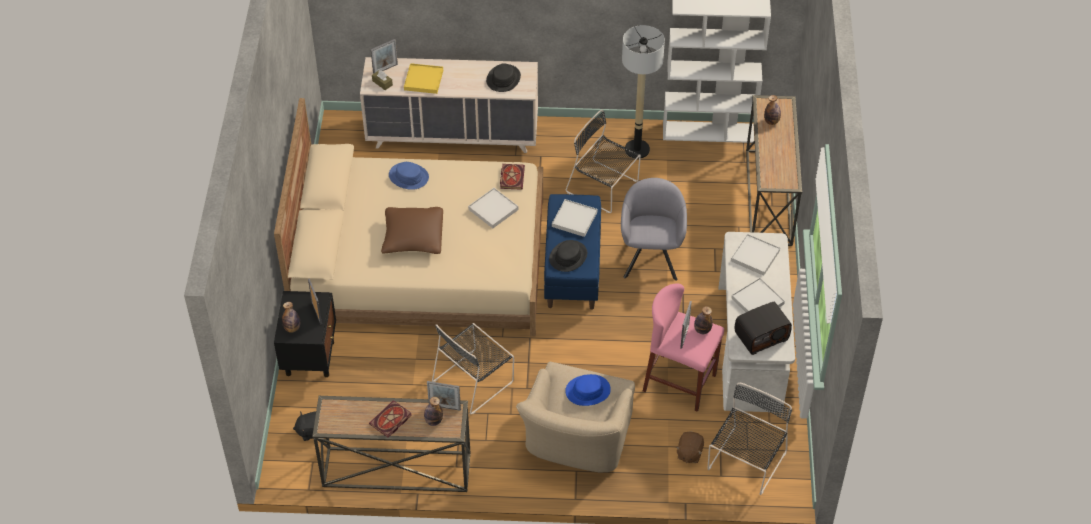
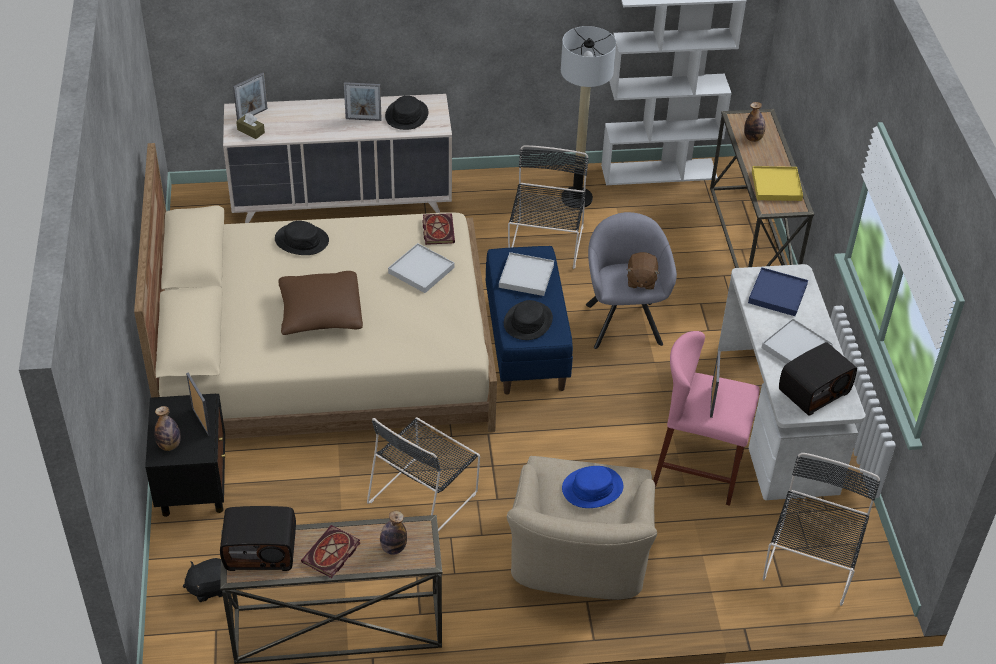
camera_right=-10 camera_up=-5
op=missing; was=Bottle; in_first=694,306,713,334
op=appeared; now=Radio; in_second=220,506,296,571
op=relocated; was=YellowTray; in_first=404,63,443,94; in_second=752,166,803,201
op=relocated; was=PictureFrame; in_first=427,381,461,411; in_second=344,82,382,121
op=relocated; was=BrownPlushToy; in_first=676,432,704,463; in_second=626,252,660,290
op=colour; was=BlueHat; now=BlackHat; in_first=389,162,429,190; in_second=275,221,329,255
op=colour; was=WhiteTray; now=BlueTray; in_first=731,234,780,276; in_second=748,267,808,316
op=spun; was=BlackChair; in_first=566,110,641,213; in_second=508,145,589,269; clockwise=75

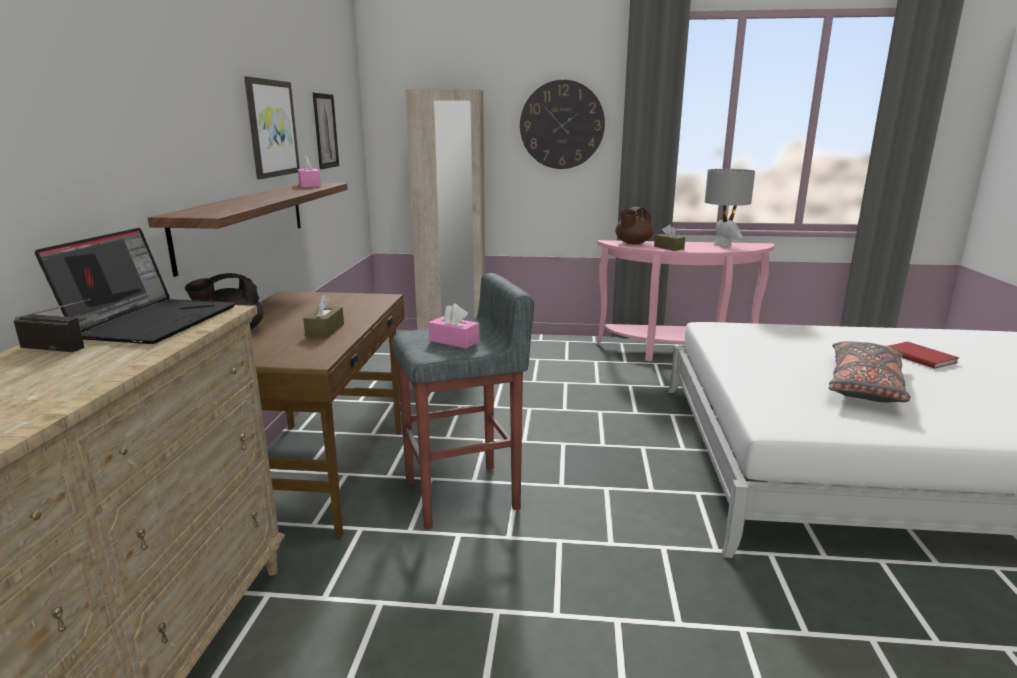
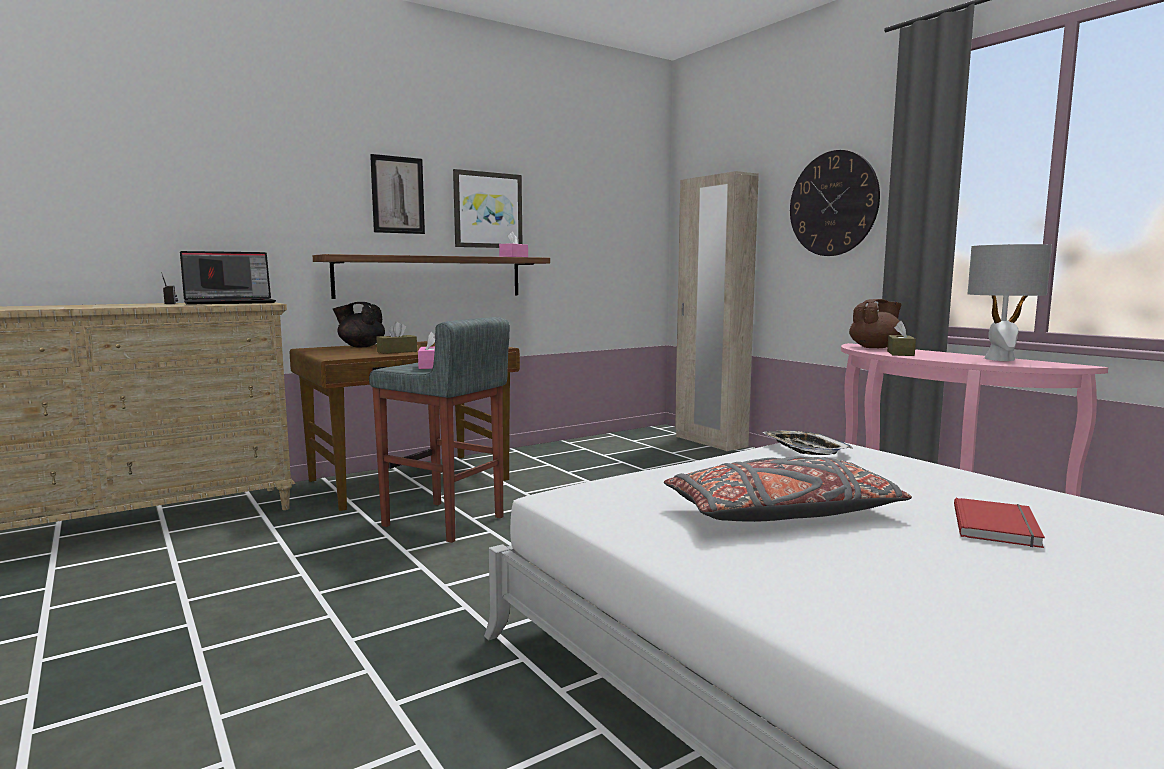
camera_right=50 camera_up=-10
op=appeared; now=Tray; in_second=763,431,853,455
op=relocated; was=Picture; in_first=313,93,339,169; in_second=370,154,425,234
op=spun; was=BrownTeapot; in_first=615,207,653,244; in_second=849,299,902,348; clockwise=150

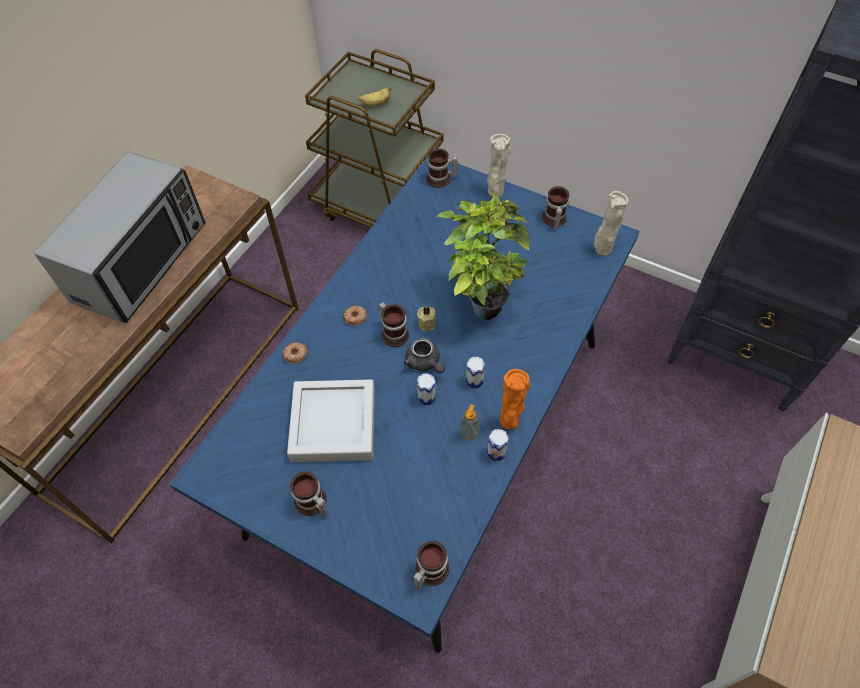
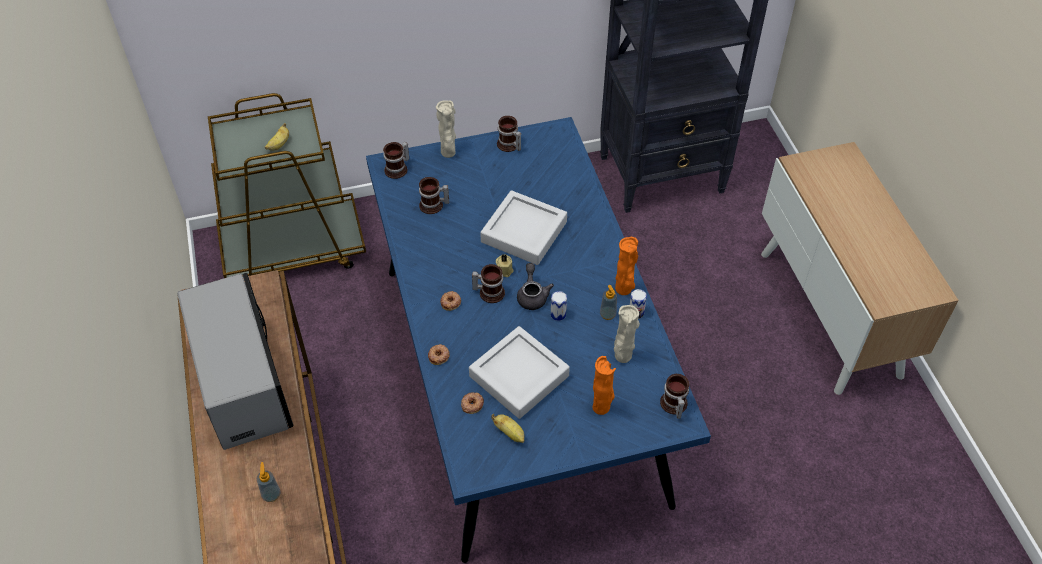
camera_right=-45 camera_up=-5
op=missing; was=Can; in_first=466,356,485,389
op=appeared; now=SoapDispenser; in_second=257,462,281,502
op=appeared; now=Donut; in_second=461,392,484,414
op=appeared; now=Banana; in_second=491,414,525,443
op=appeared; now=OrangeVase; in_second=593,356,616,415
op=relocated; was=Mug; in_first=290,472,328,516; in_second=419,177,449,214
op=relocated; was=BeigeVase; in_first=594,191,628,256; in_second=614,305,640,363
op=exchanged; was=PottedPlant; now=GreyTray; in_first=437,192,530,320; in_second=480,190,567,265
op=spun; was=GreyTeapot; in_first=404,338,445,373; in_second=517,263,554,310; clockwise=-105

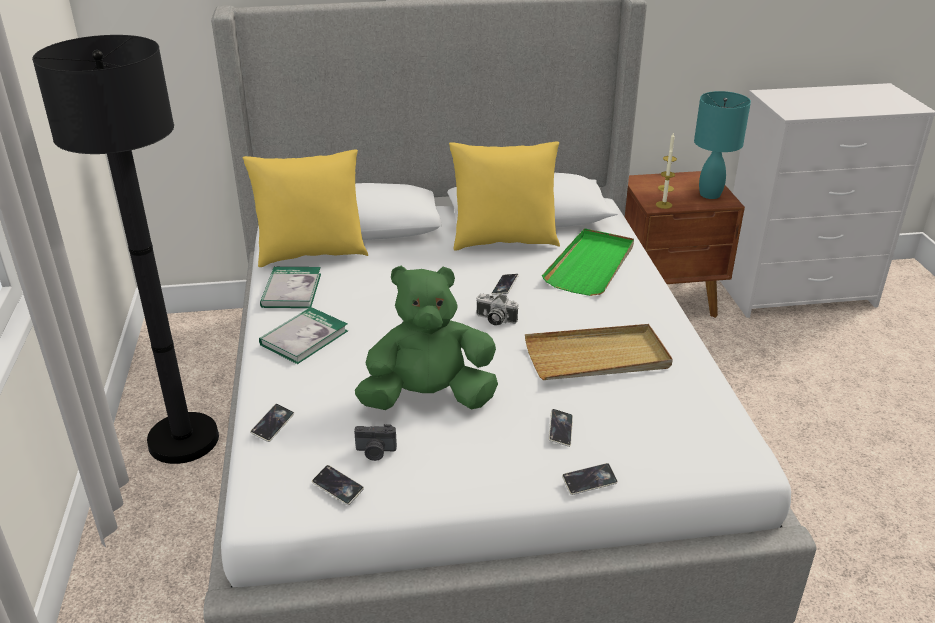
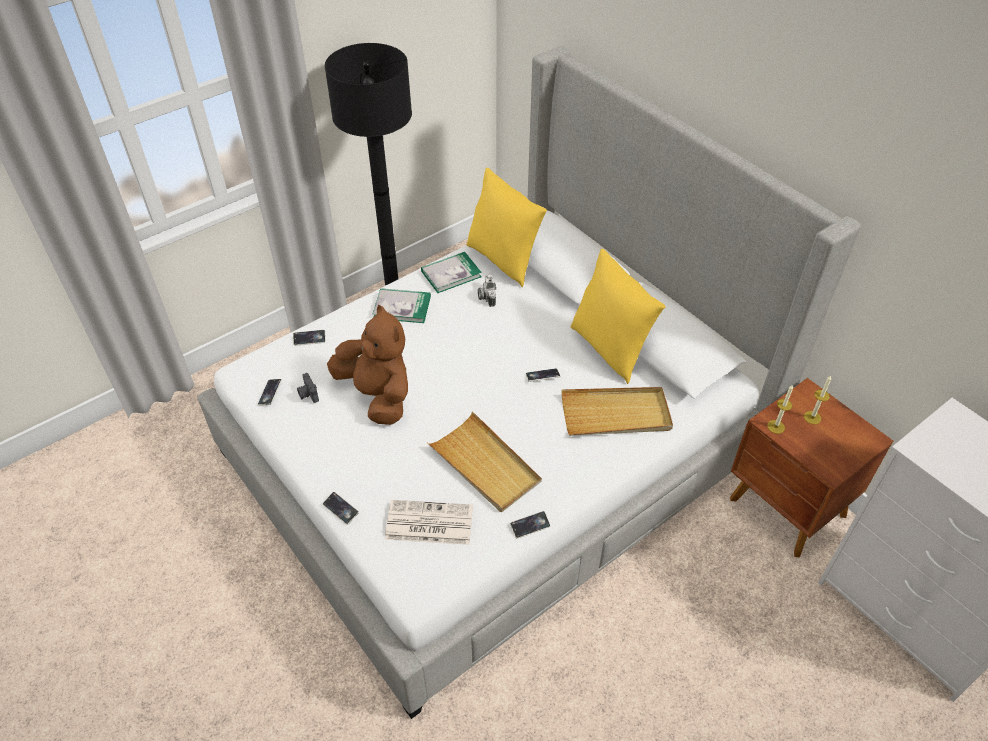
camera_right=60 camera_up=15
op=missing; was=TurquoiseTableLamp; in_first=694,91,751,199
op=appeared; now=Newspaper; in_second=385,500,473,545
op=relocated; was=PhotoCamera; in_first=476,294,518,326; in_second=478,274,496,307
op=relocated; was=Phone; in_first=548,409,573,447; in_second=510,511,551,539
op=colour; was=GreenPlushToy; now=BrownPlushToy; in_first=355,266,498,410; in_second=327,305,408,425
op=colour; was=GreenTray; now=BeigeTray; in_first=542,228,634,296; in_second=561,387,673,436

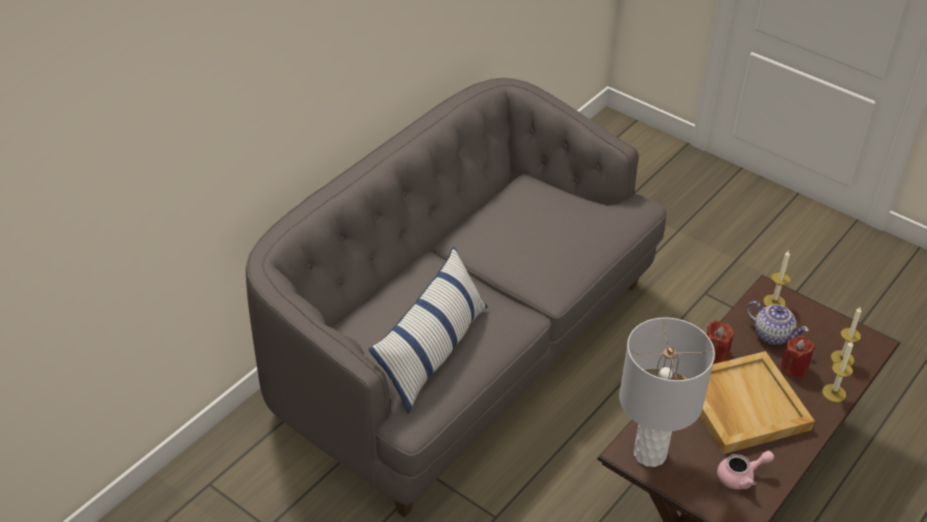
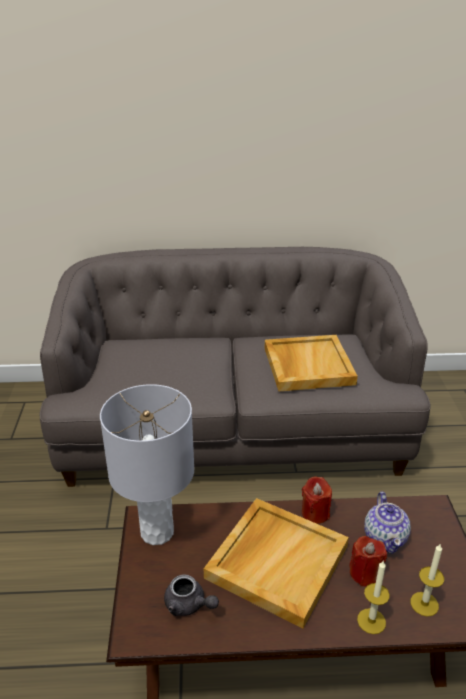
camera_right=50 camera_up=-10
op=missing; was=Pillow; in_first=368,246,488,414
op=missing; was=Candle; in_first=763,250,791,306
op=appeared; now=BeigeTray; in_second=265,335,358,391
op=colour; was=PinkTeapot; now=GreyTeapot; in_first=717,451,774,490; in_second=164,574,219,616

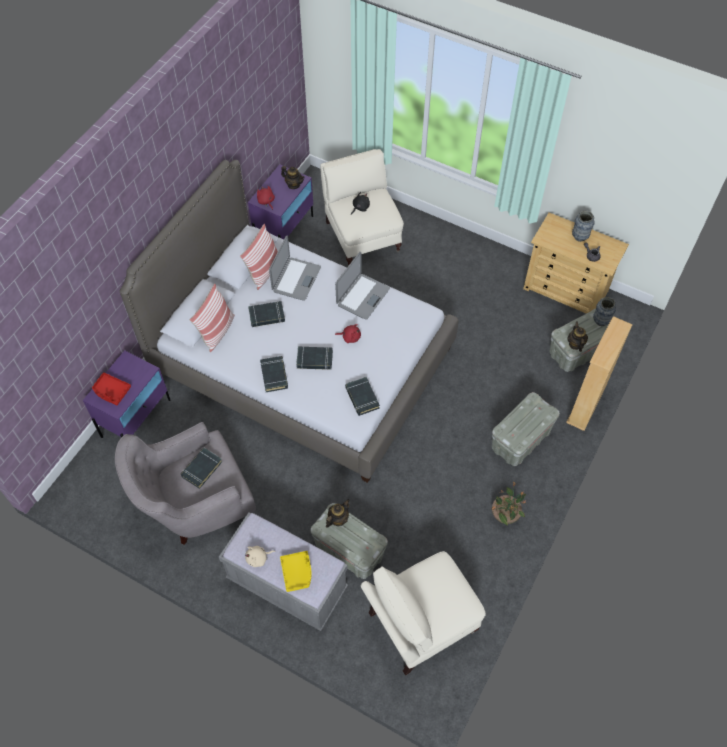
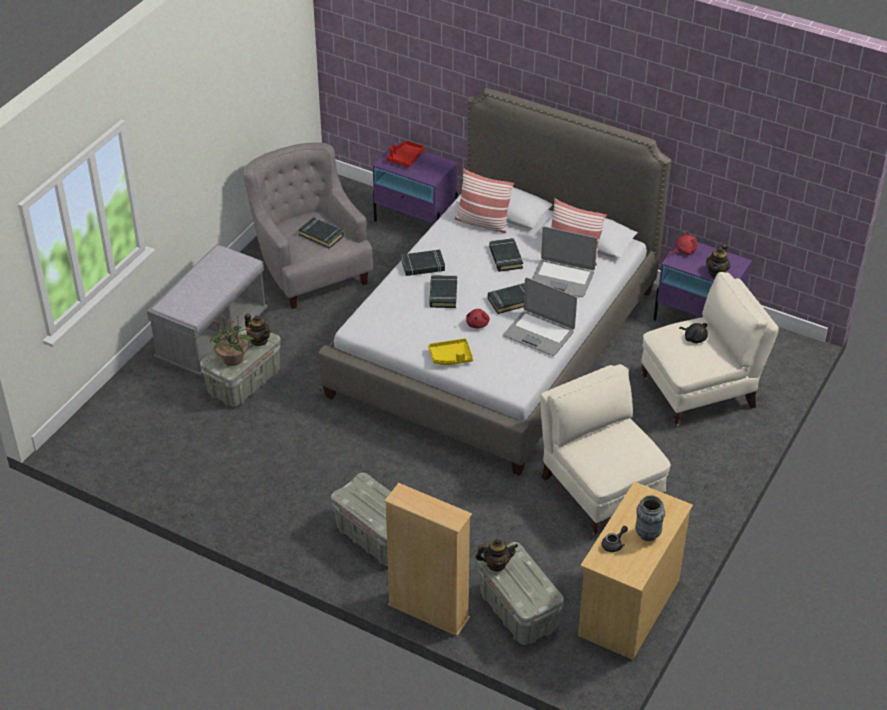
camera_right=90 camera_up=-15
op=missing; was=BeigePlushToy; in_first=245,546,275,567
op=missing; was=Vase; in_first=593,297,616,326
op=relocated; was=YellowTray; in_first=280,551,311,592; in_second=428,338,473,365
op=relocated; was=BlackBook; in_first=345,377,380,416; in_second=488,283,525,314
op=relocated; was=BeigeArmchair; in_first=361,551,486,676; in_second=540,364,671,536
op=relocated; was=PottedPlant; in_first=492,481,526,525; in_second=210,314,253,366

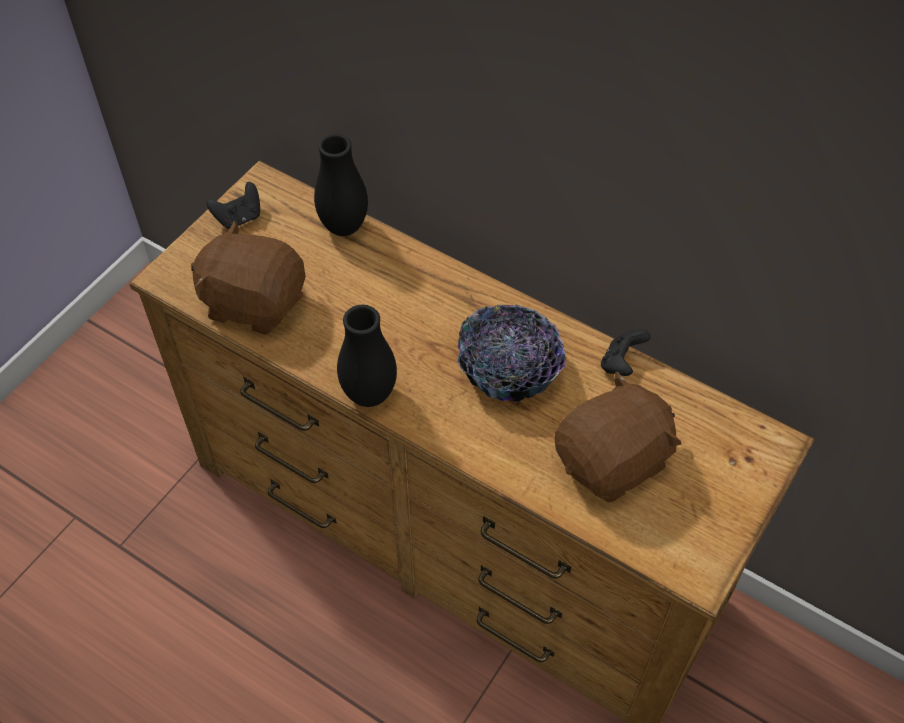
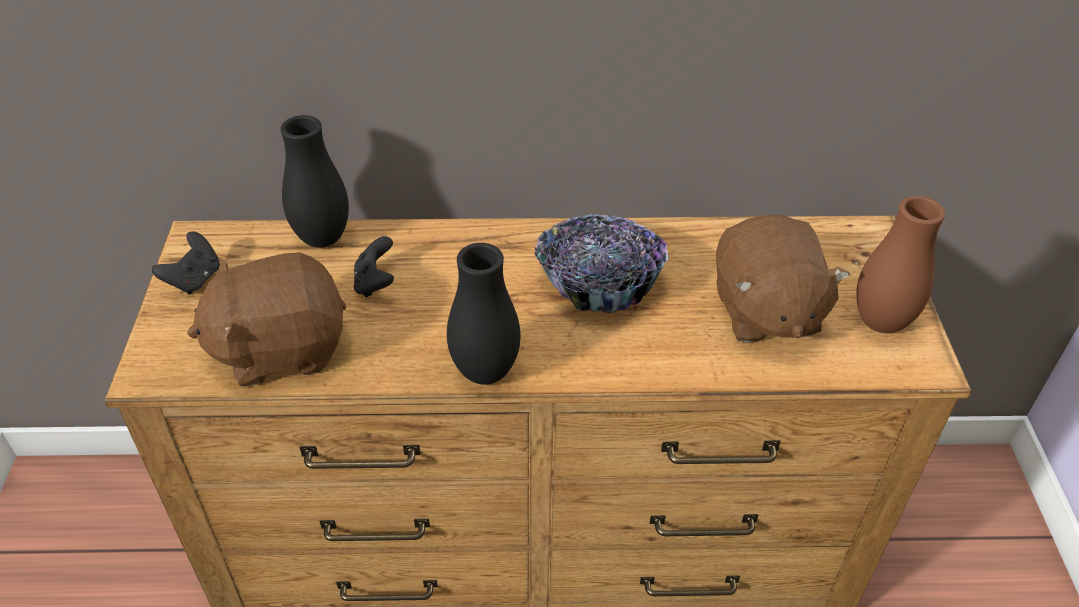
camera_right=-35 camera_up=-10
op=appeared; now=BrownVase; in_second=856,196,945,333
op=relocated; was=BlackGameController; in_first=601,329,651,376; in_second=354,236,394,297
op=spun; was=BrownPlushToy; in_first=554,372,681,502; in_second=716,215,850,343; clockwise=150

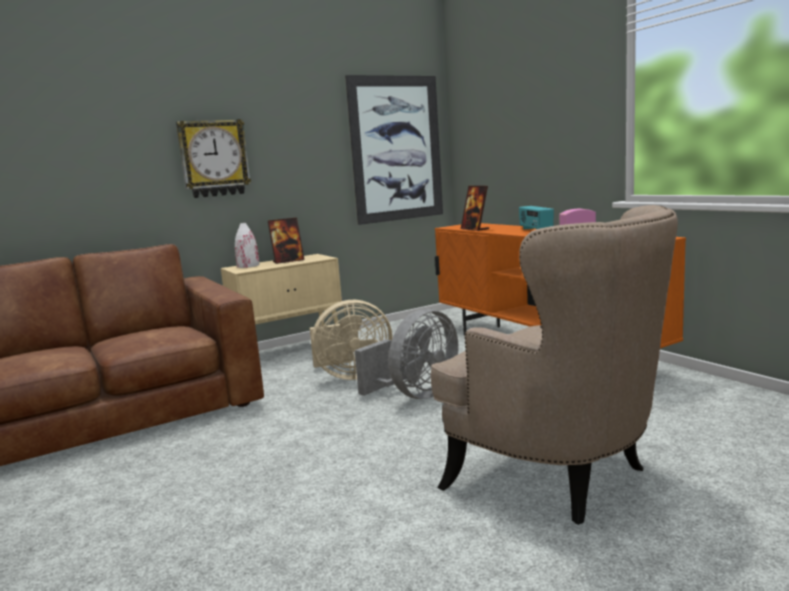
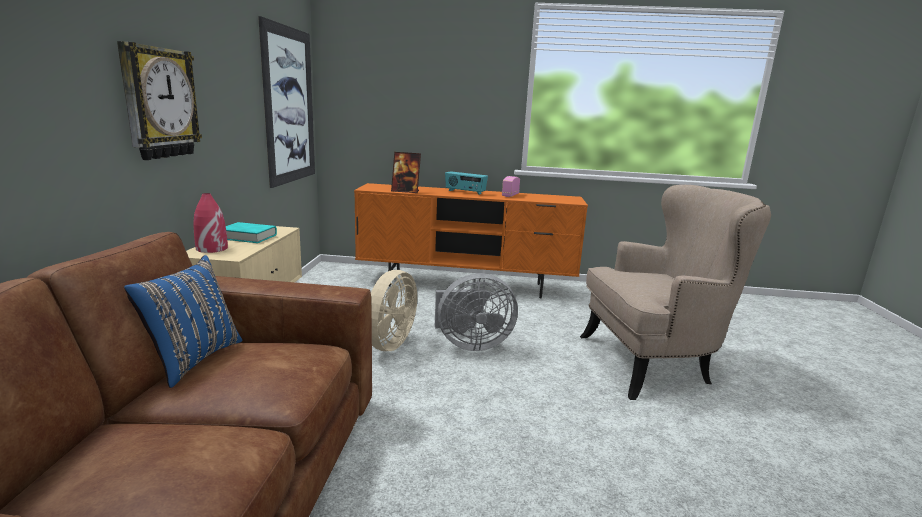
camera_right=-55 camera_up=5
op=appeared; now=BluePillow; in_second=124,255,243,388
op=exchanged; was=PictureFrame; now=TurquoiseBook; in_first=268,218,305,264; in_second=226,222,277,243
op=colour; was=WhiteVase; now=RedVase; in_first=235,223,260,268; in_second=193,193,228,253
op=spun; was=GreyFan; in_first=355,309,458,399; in_second=435,273,518,351; clockwise=90

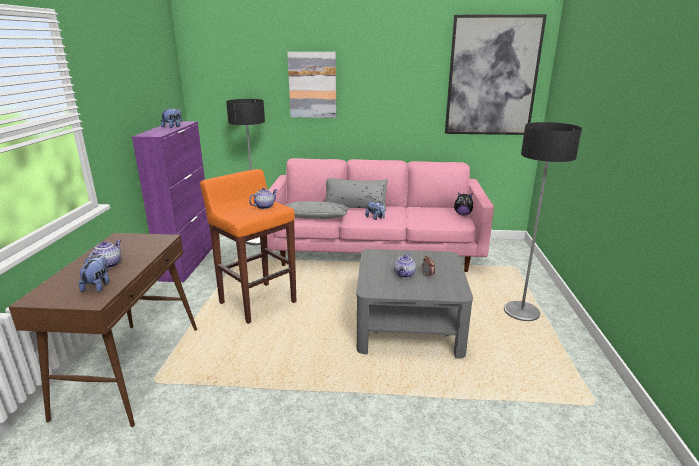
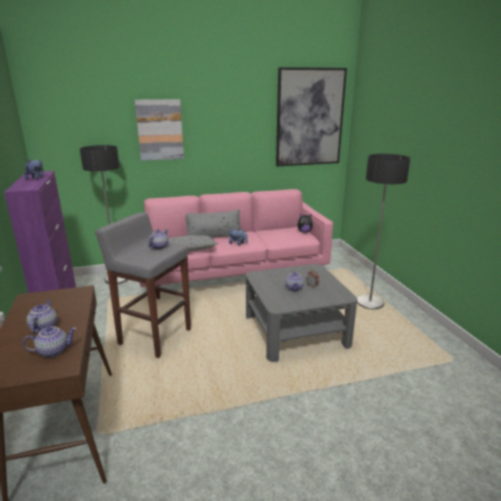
camera_right=-20 camera_up=0
op=exchanged; was=PlushToy; now=Teapot; in_first=79,255,109,292; in_second=23,326,77,358
op=colour; was=OrangeStool; now=GreyStool; in_first=200,169,296,324; in_second=95,213,191,358

